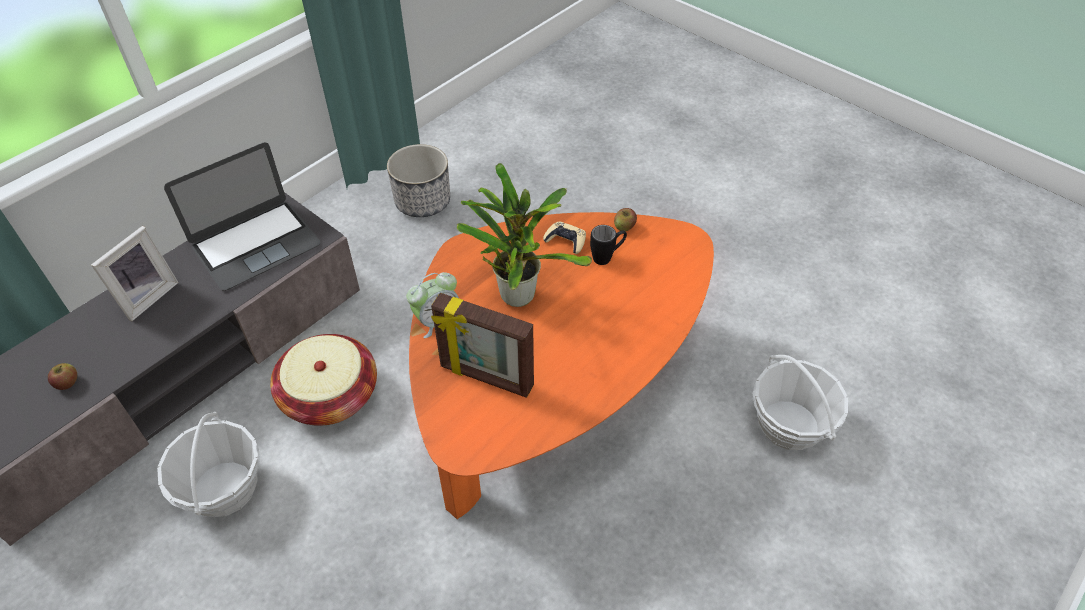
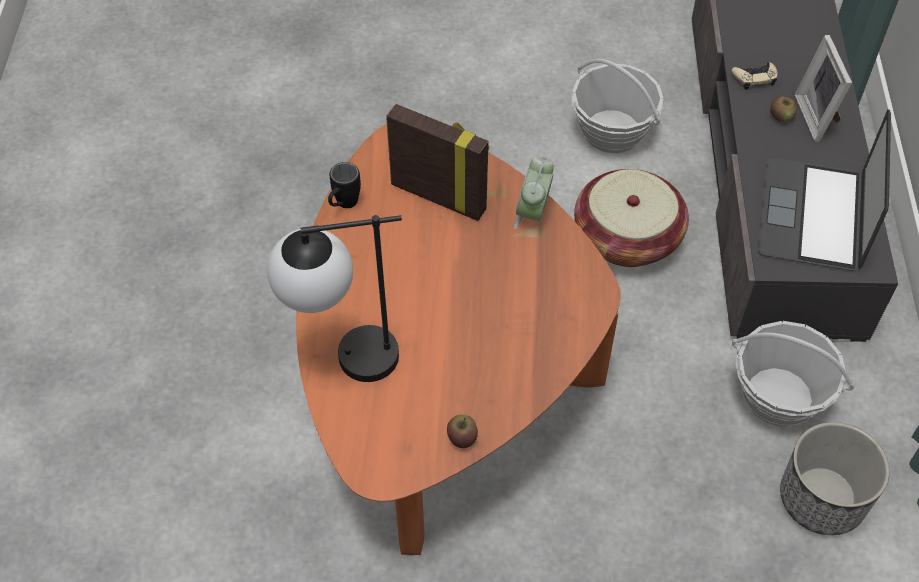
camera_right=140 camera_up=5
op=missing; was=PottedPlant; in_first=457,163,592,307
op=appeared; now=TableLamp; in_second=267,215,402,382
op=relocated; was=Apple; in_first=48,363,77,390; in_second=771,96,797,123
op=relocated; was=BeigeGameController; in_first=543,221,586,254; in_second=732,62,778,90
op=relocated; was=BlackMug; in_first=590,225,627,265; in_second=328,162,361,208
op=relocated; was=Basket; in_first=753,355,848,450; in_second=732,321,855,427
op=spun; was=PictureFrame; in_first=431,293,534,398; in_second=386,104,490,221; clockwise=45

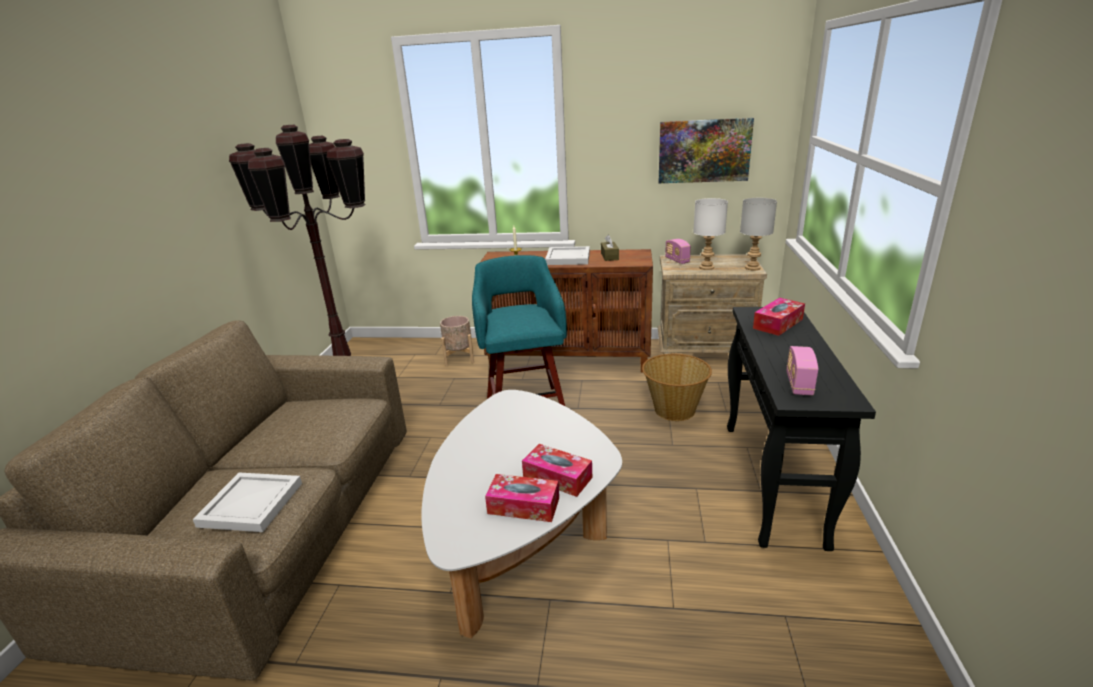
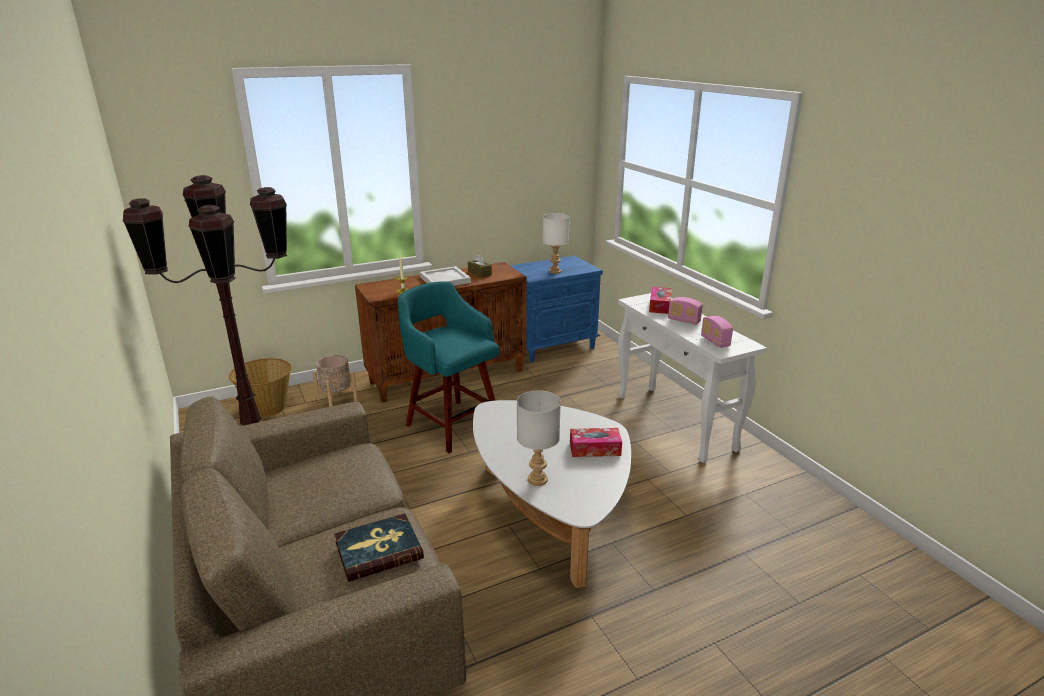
camera_right=-35 camera_up=0
op=missing; was=TissueBox; in_first=485,474,559,522
op=missing; was=Picture; in_first=659,118,754,183
op=relocated; was=Basket; in_first=642,354,712,421; in_second=229,358,292,417
op=relocated; was=Radio; in_first=665,239,691,264; in_second=668,297,703,325
op=relocated; was=GreyTableLamp; in_first=740,198,777,270; in_second=517,390,561,486
op=exchanged; was=WhiteTray; now=Book; in_first=193,473,302,532; in_second=334,513,424,582
op=colour; was=BeigeNightstand; now=BlueNightstand; in_first=658,254,767,354; in_second=510,256,603,362
op=colour; was=BlackConsoleTable; now=WhiteConsoleTable; in_first=727,307,876,551; in_second=618,293,767,463

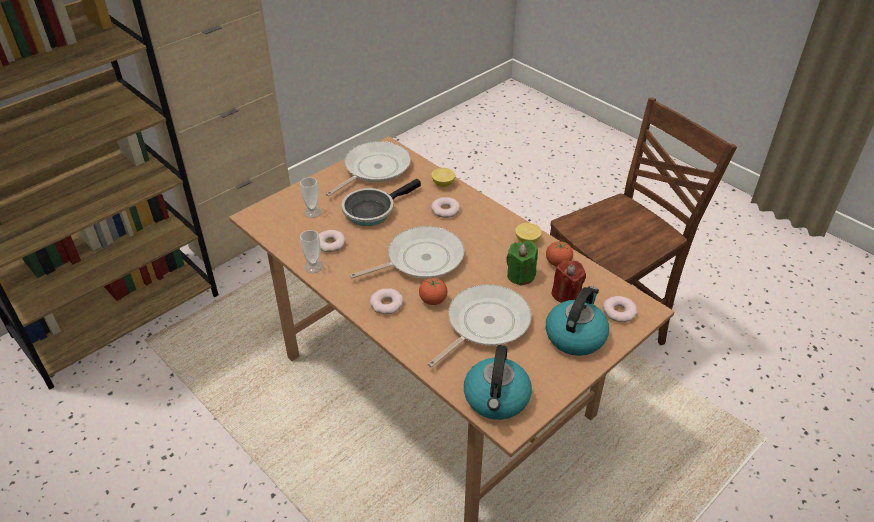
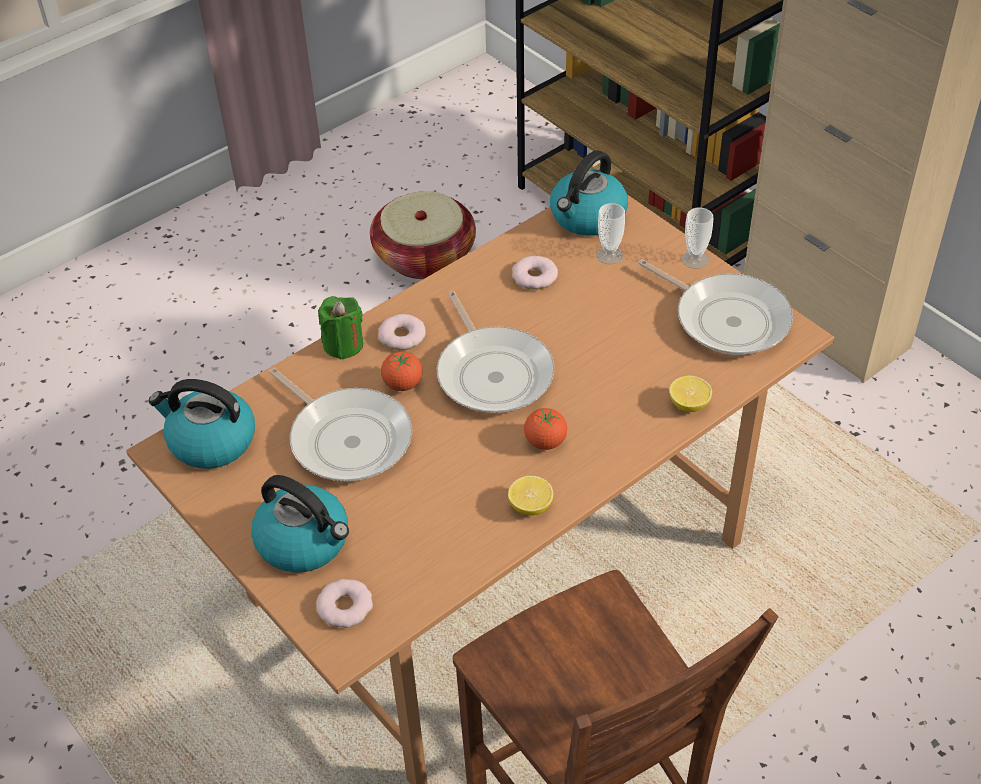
camera_right=95 camera_up=5
op=missing; was=FryingPan; in_first=342,179,421,226
op=missing; was=Donut; in_first=431,197,460,218
op=missing; was=RedCandle; in_first=552,260,586,303
op=appeared; now=Basket; in_second=370,191,476,279
op=appeared; now=Kettle; in_second=550,150,628,236
op=relocated; was=Cup; in_first=300,230,324,273; in_second=682,208,713,269
op=relocated; was=GreenCandle; in_first=506,241,538,286; in_second=318,296,363,360
op=relocated; was=Tomato; in_first=546,241,573,267; in_second=524,408,567,450

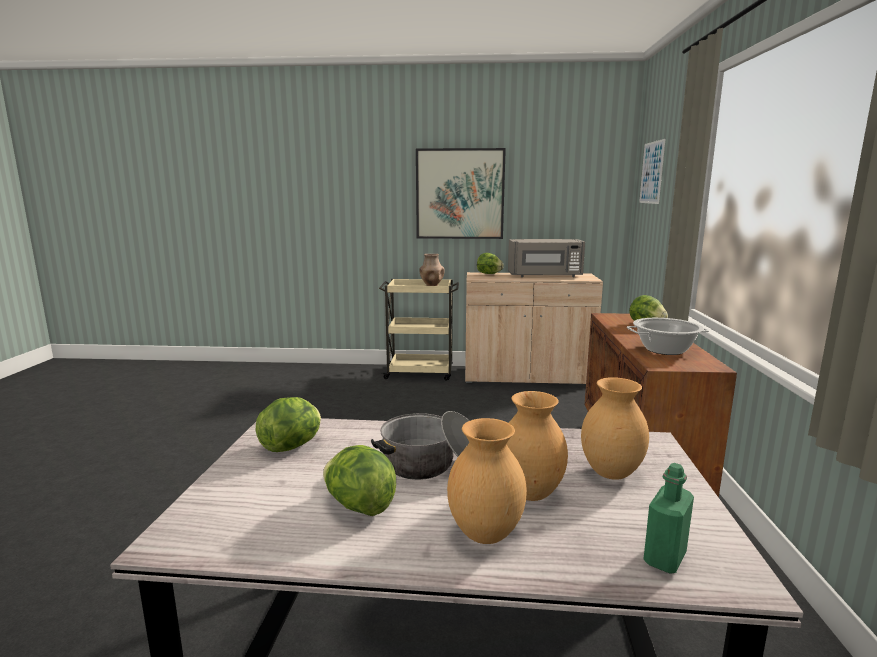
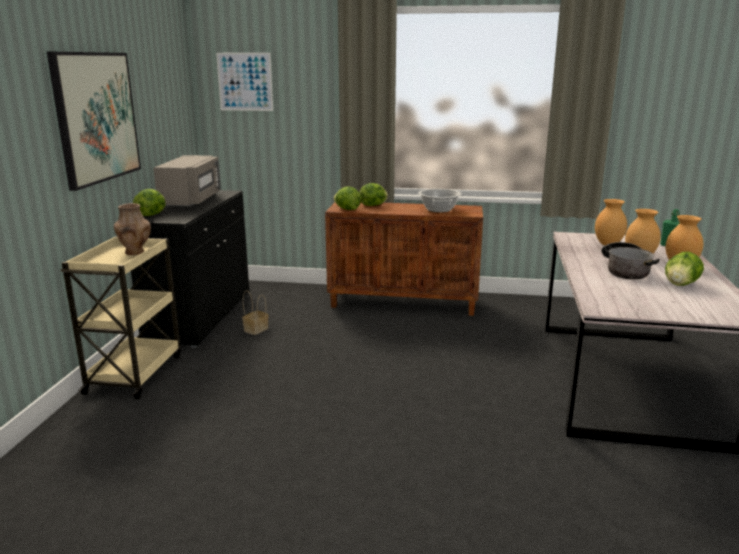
camera_right=-85 camera_up=5
op=appeared; now=Basket; in_second=242,290,269,335
op=relocated; was=Lettuce; in_first=256,397,321,452; in_second=333,186,361,210
op=colour; was=BeigeCabinet; now=BlackCabinet; in_first=465,272,603,384; in_second=131,190,249,348

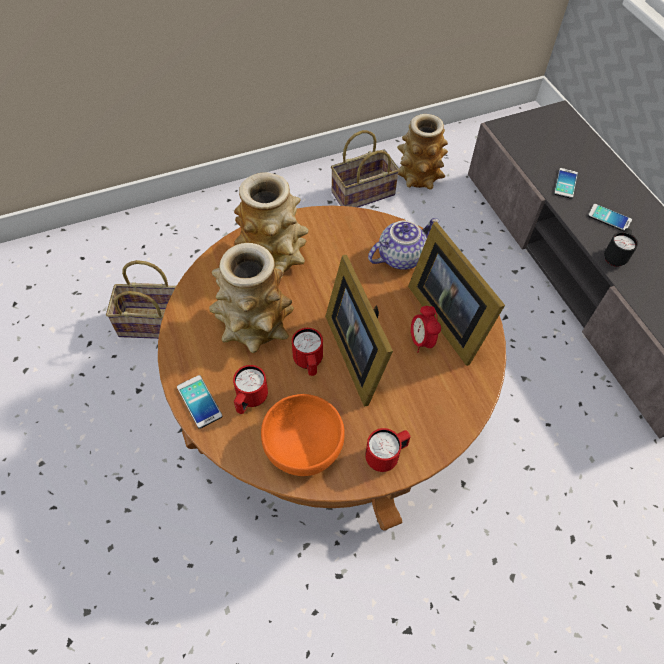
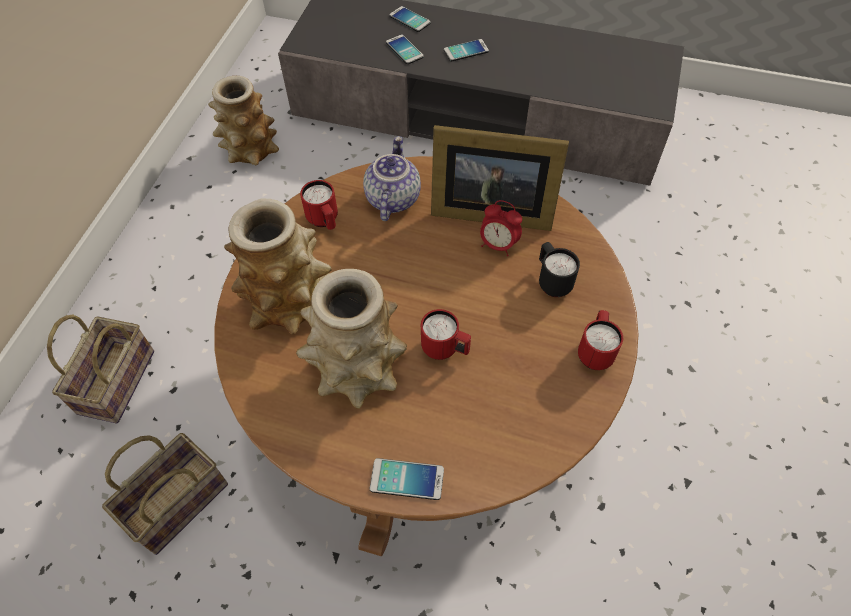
camera_right=-50 camera_up=0
op=missing; was=OrangeBowl; in_first=261,394,345,476
op=missing; was=PictureFrame; in_first=325,255,393,406
op=appeared; now=Phone; in_second=389,6,431,32
op=relocated; was=RedMug; in_first=233,365,268,414; in_second=300,180,338,230
op=relocated; was=Basket; in_first=331,130,399,207; in_second=47,315,154,424
op=relocated; was=BlackMug; in_first=604,228,638,267; in_second=539,242,580,297

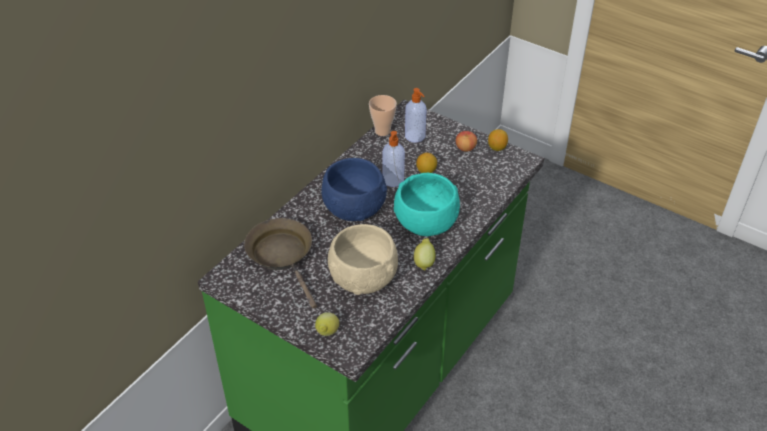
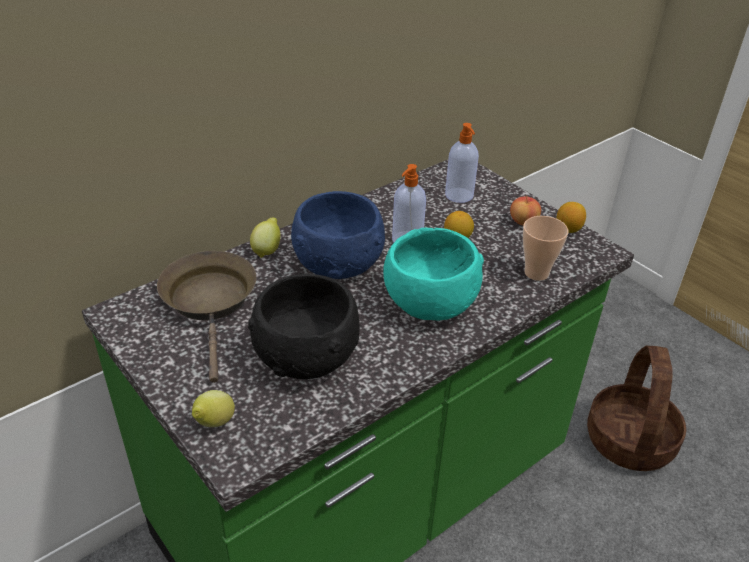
camera_right=15 camera_up=-5
op=appeared; now=Basket; in_second=587,346,686,471
op=relocated; was=Cup; in_first=369,95,397,136; in_second=523,216,568,281
op=relocated; was=Lemon; in_first=414,238,436,270; in_second=250,217,280,258
op=colour; was=BeigeBowl; now=BlackBowl; in_first=328,224,398,295; in_second=248,274,359,379

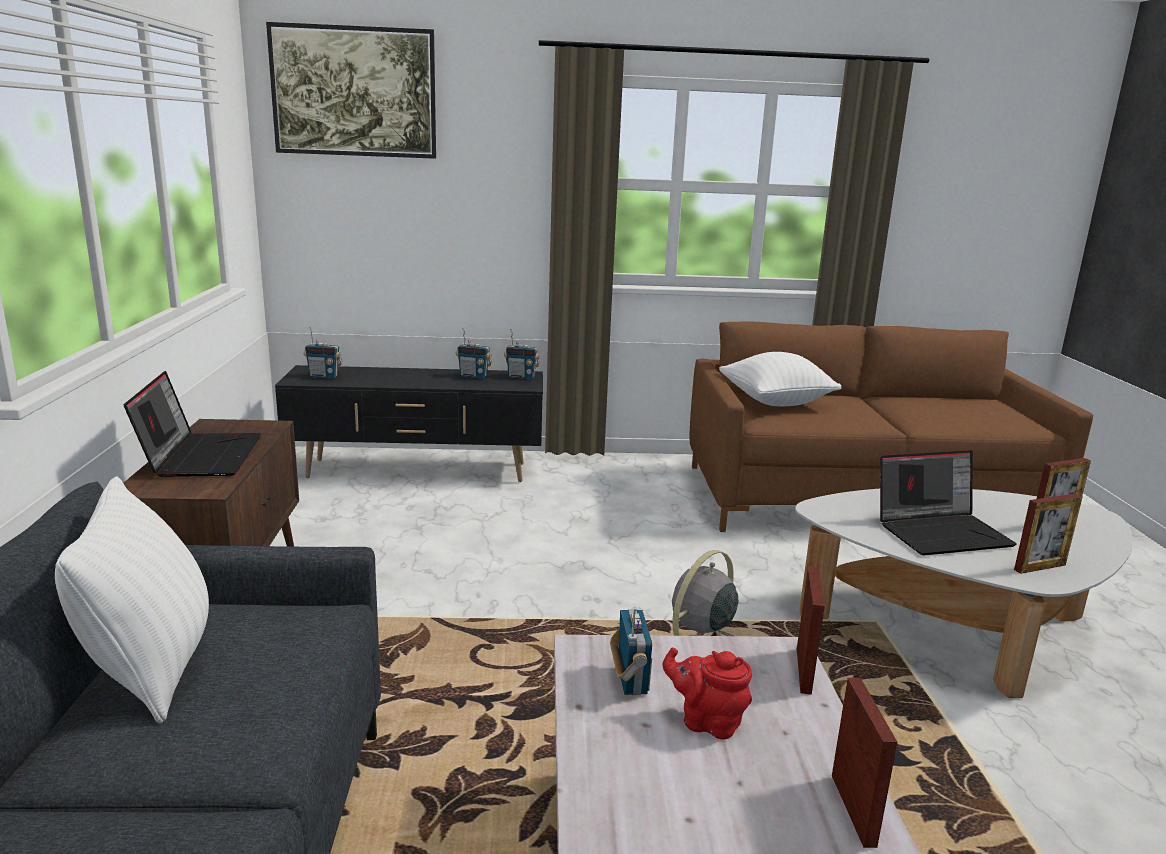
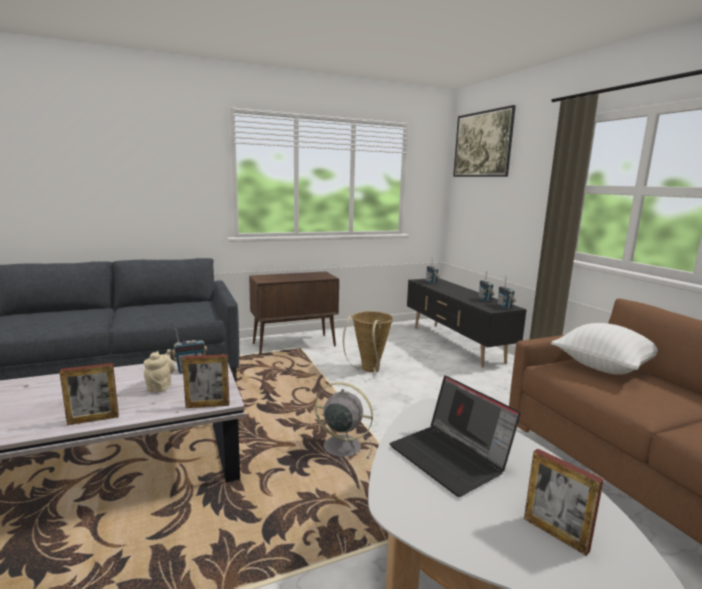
camera_right=70 camera_up=-5
op=missing; was=WhitePillow; in_first=55,476,209,723
op=missing; was=Laptop; in_first=124,371,261,477
op=missing; was=PictureFrame; in_first=1014,493,1082,574
op=appeared; now=Basket; in_second=343,311,393,372
op=colour; was=RedTeapot; now=BeigeTeapot; in_first=663,647,752,740; in_second=144,349,175,392

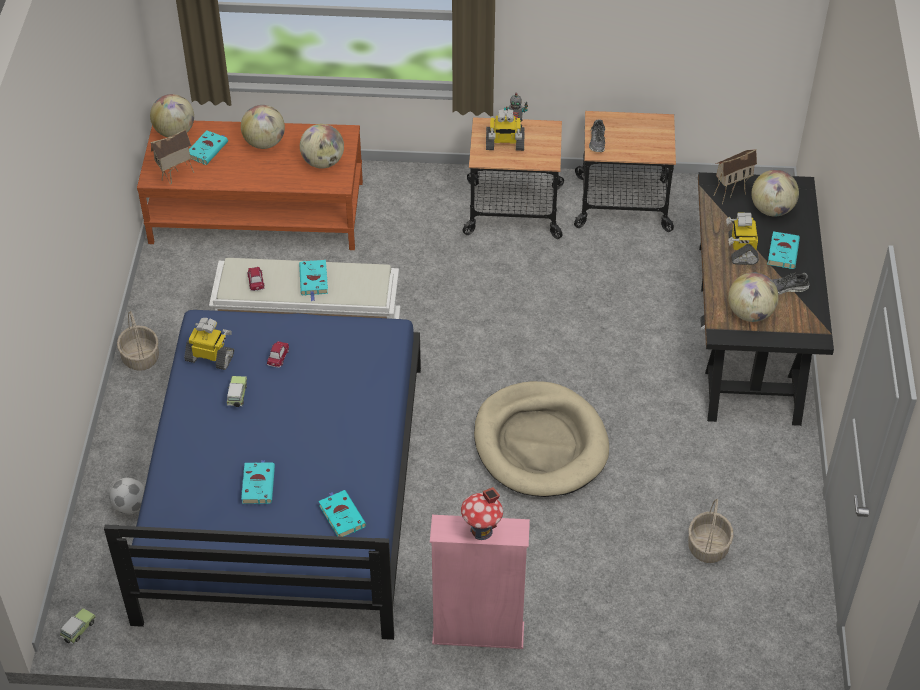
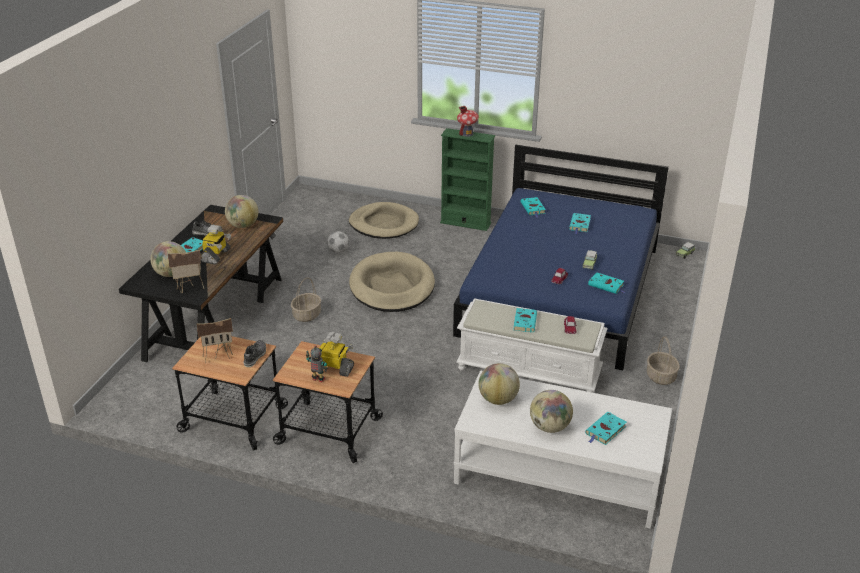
camera_right=-165 camera_up=-15
op=missing; was=Globe; in_first=150,94,194,137
op=appeared; now=BeigeDogBed; in_second=349,202,419,239
op=relocated; was=Football; in_first=109,477,145,514; in_second=327,231,349,253
op=relocated; was=ToyHouse; in_first=150,129,194,185; in_second=197,318,233,362
op=relocated; was=Basket; in_first=688,499,734,563; in_second=291,278,321,322
op=exchanged; was=ToyRobot; now=TurquoiseBook; in_first=184,318,234,370; in_second=588,272,625,294
op=colour; was=BrownCoffeeTable; now=WhiteCoffeeTable; in_first=137,121,363,250; in_second=454,370,672,529
op=colour; was=PinkBookcase; now=GreenBookcase; in_first=430,515,530,649; in_second=440,128,495,231

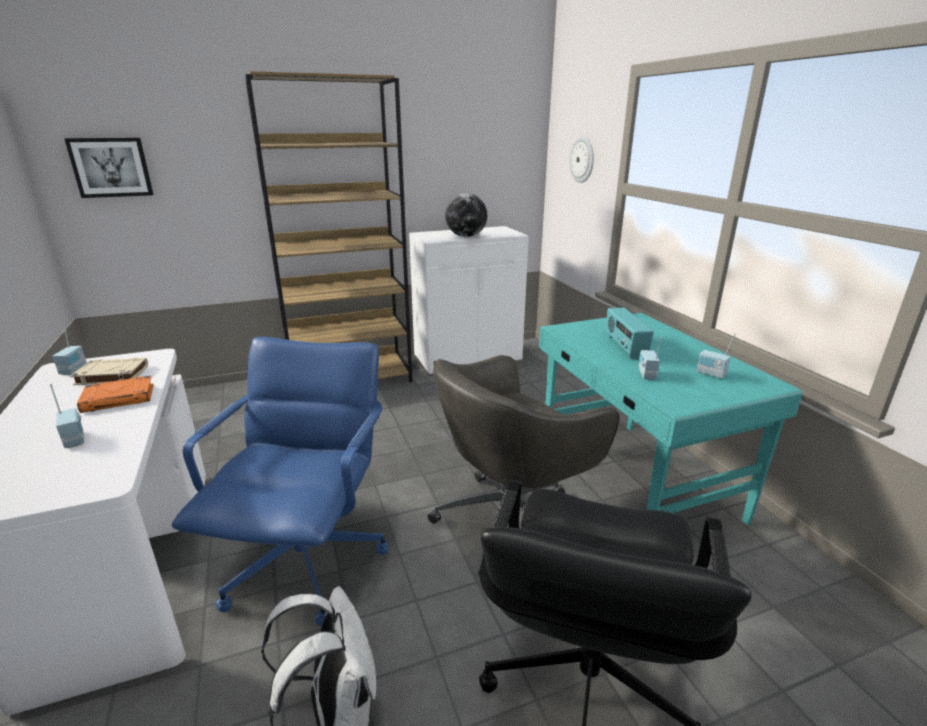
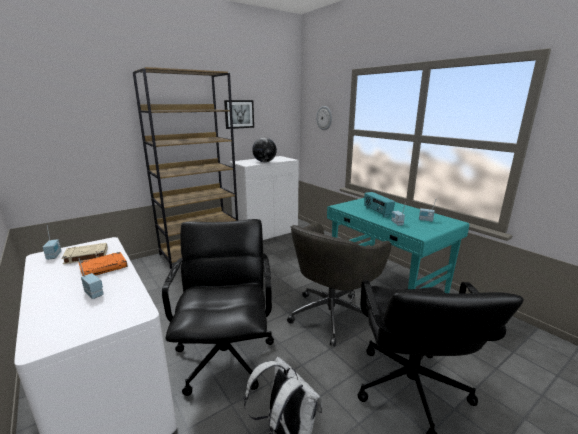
camera_right=-15 camera_up=-5
op=relocated; was=Picture; in_first=64,138,153,198; in_second=224,100,254,129
op=colour; was=BlueOfficeChair; now=BlackOfficeChair; in_first=172,337,389,626; in_second=162,219,274,396

